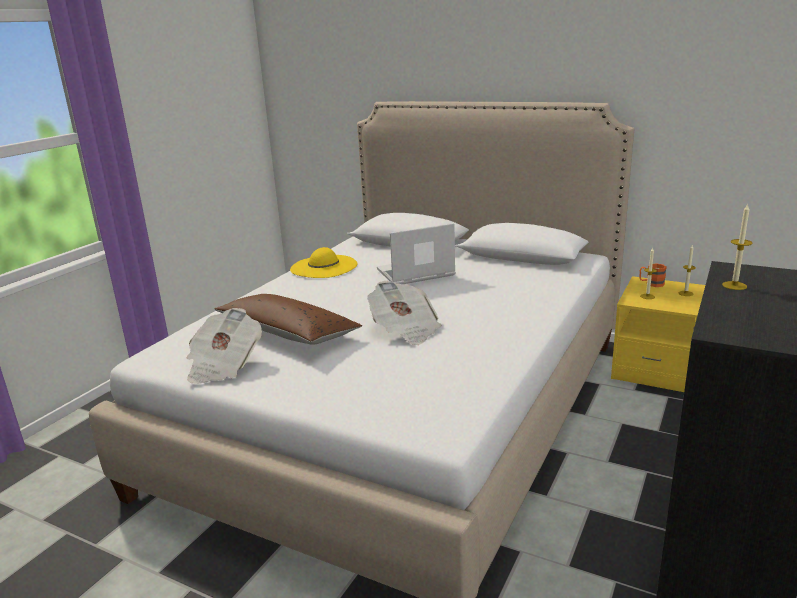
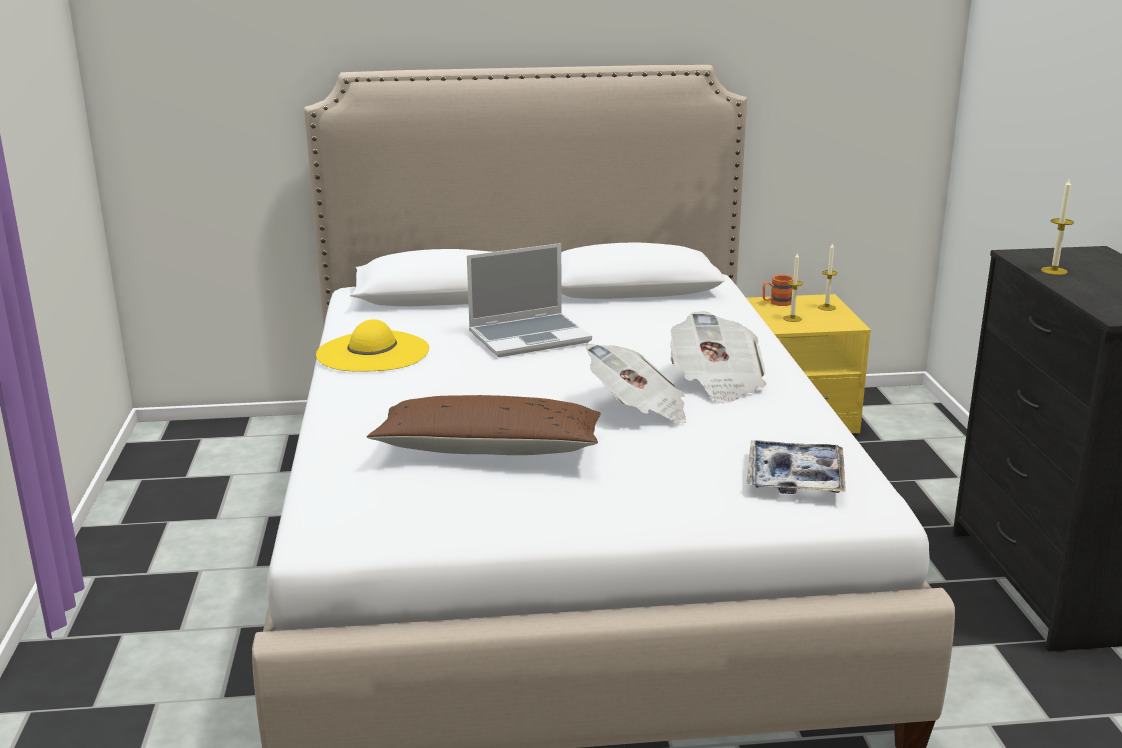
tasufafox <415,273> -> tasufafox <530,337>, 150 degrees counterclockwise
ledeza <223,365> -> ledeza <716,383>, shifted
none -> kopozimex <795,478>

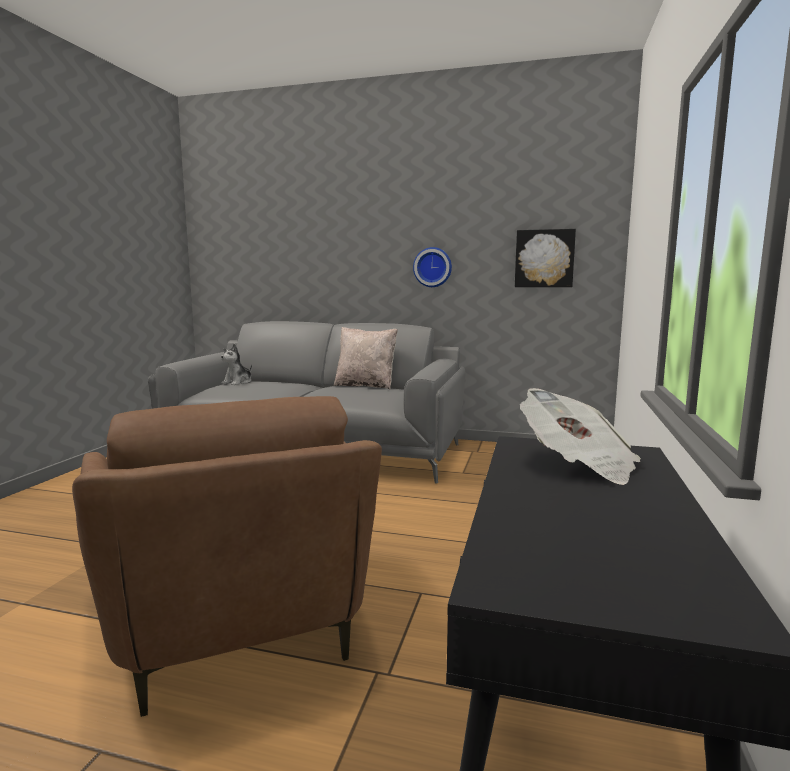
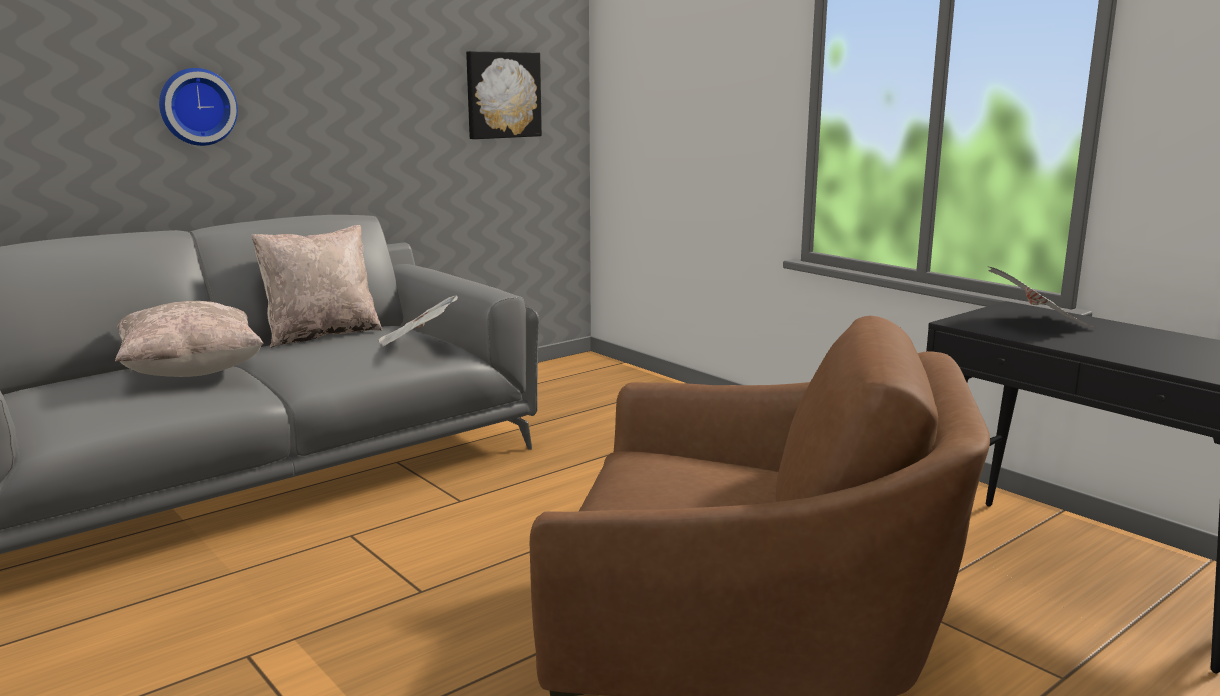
none -> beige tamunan <192,372>
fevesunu <433,267> -> fevesunu <196,107>, shifted
none -> ledeza <417,343>
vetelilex <238,382> -> none

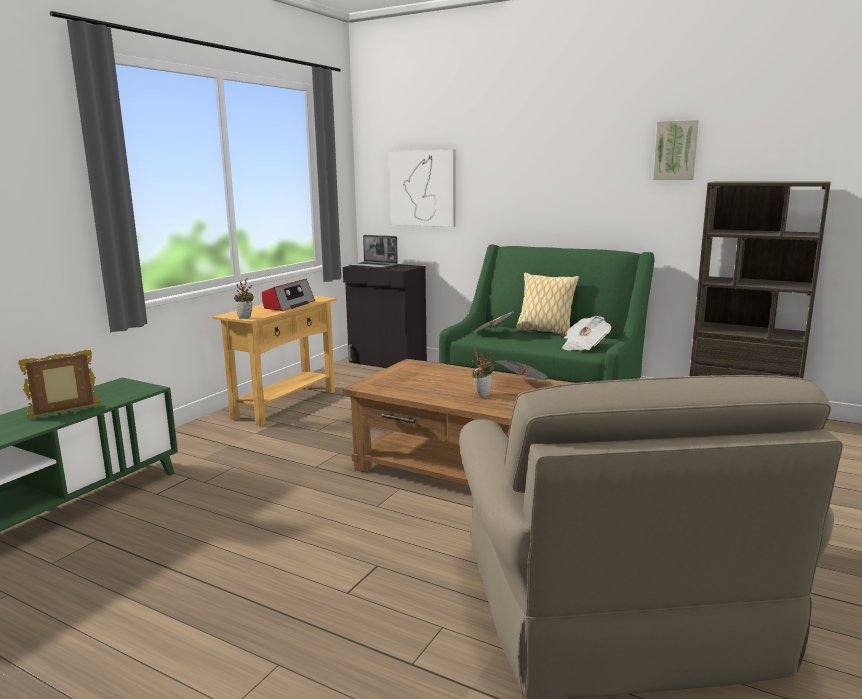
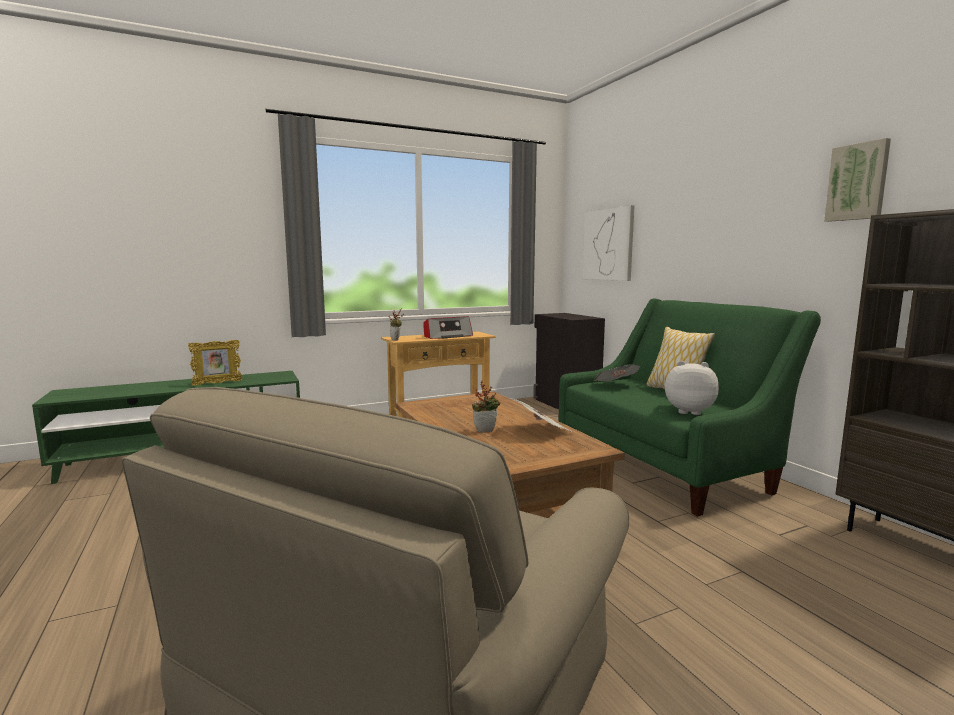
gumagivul <65,412> -> gumagivul <217,383>, 150 degrees clockwise
ledeza <584,346> -> vetelilex <688,411>
tasufafox <374,266> -> none

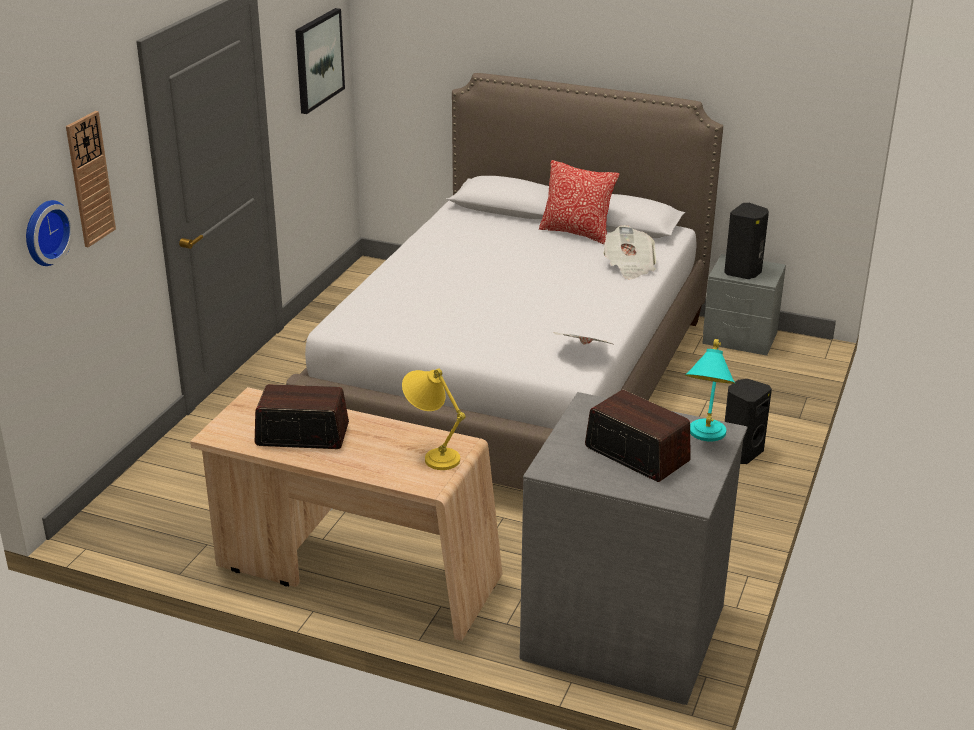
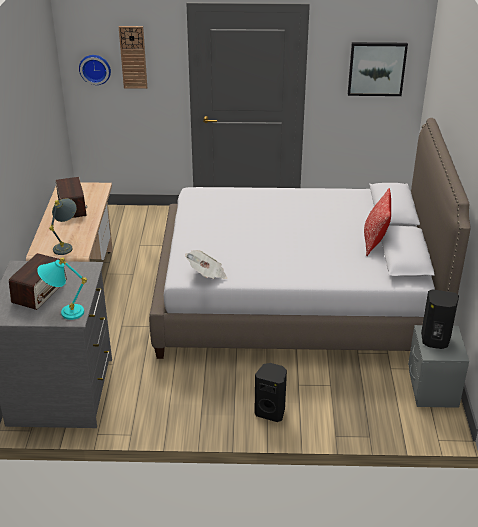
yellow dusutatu <432,455> -> grey dusutatu <66,245>
ledeza <629,266> -> none

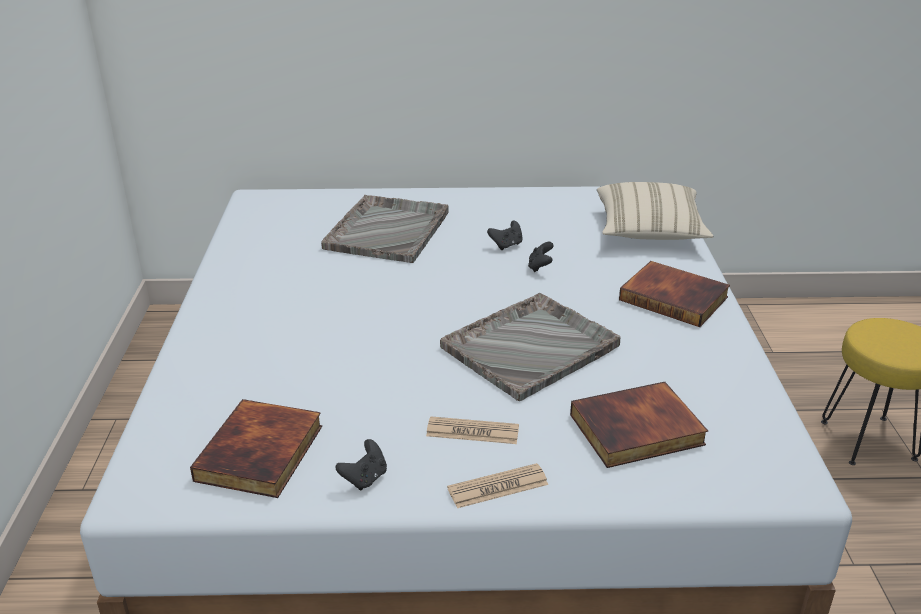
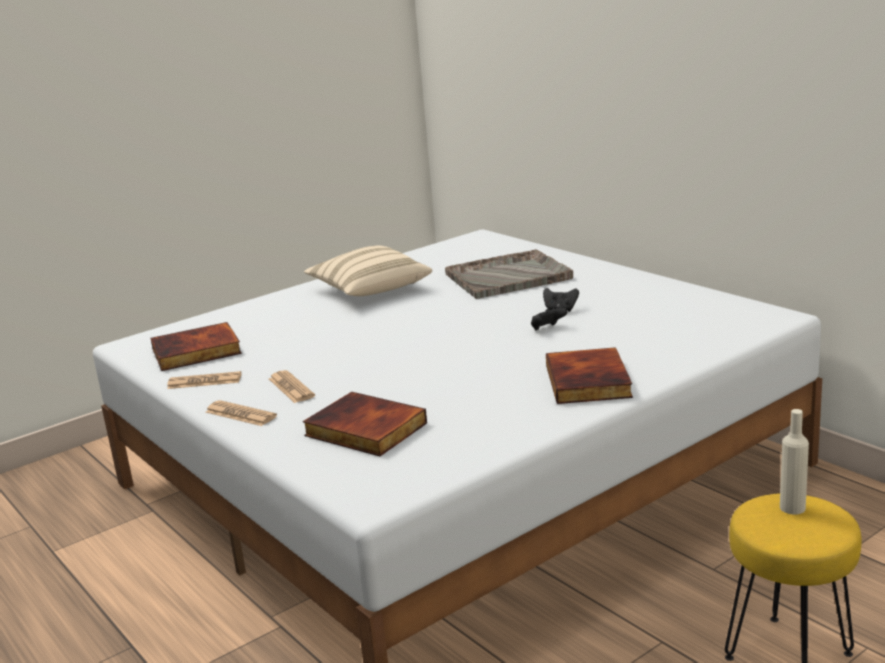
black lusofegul <365,478> -> ledeza <204,381>
beige tamunan <649,231> -> beige tamunan <369,290>, shifted
none -> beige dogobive <792,508>
grey kopozimex <531,346> -> none

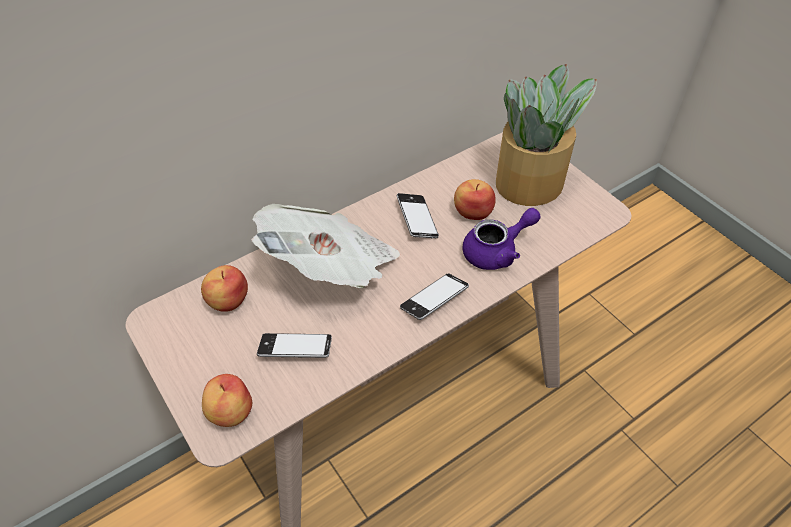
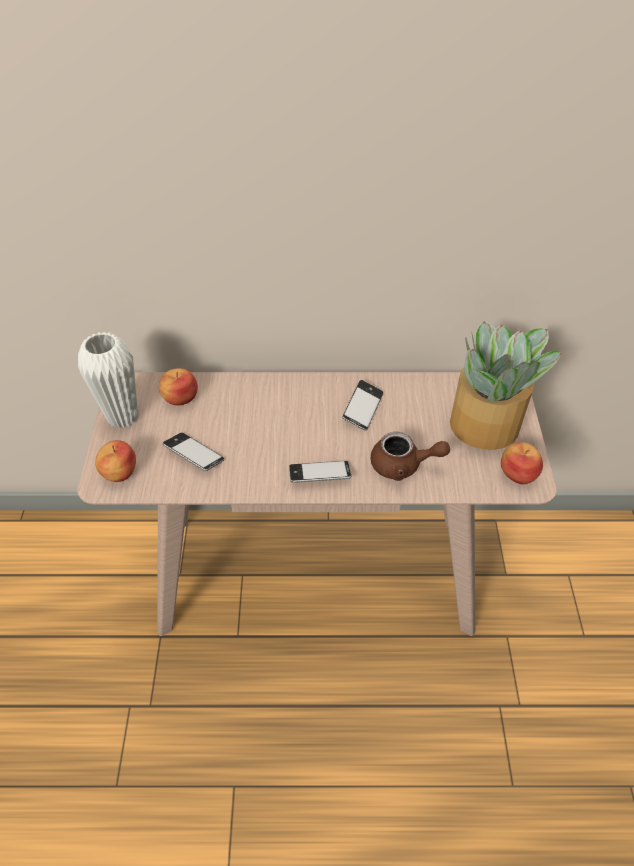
none -> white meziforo <122,417>
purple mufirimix <497,251> -> brown mufirimix <403,465>
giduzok <473,212> -> giduzok <518,473>, shifted
ledeza <331,268> -> none

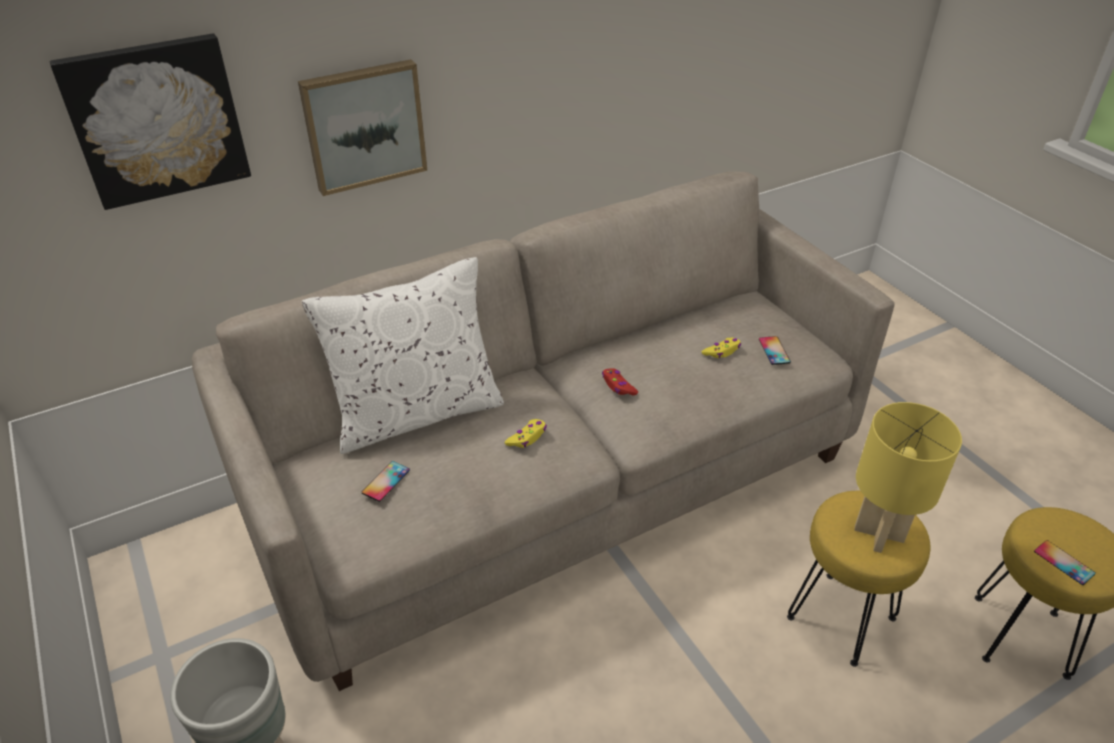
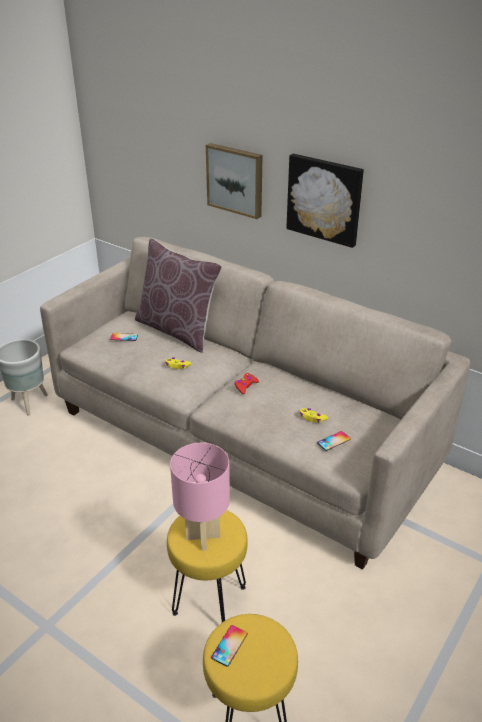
white tamunan <417,413> -> brown tamunan <177,330>
yellow dusutatu <879,535> -> pink dusutatu <202,537>
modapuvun <156,120> -> modapuvun <325,199>, shifted

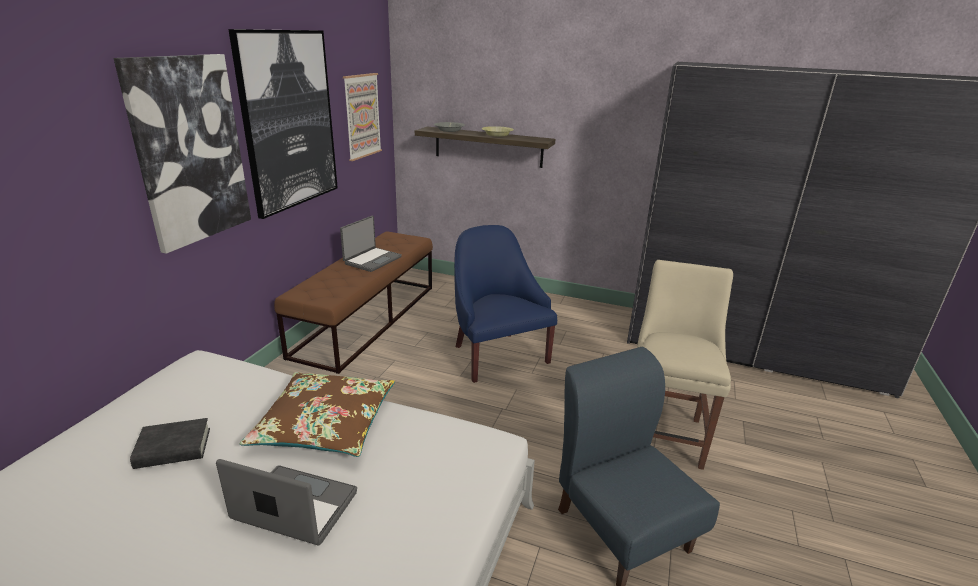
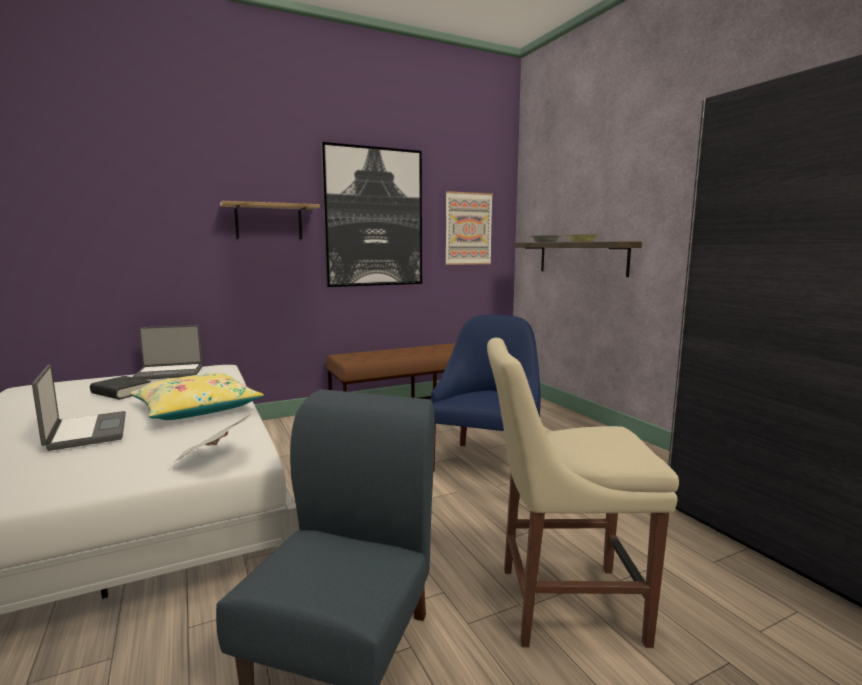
brown tamunan <325,424> -> yellow tamunan <197,409>
tasufafox <372,260> -> tasufafox <169,373>, shifted
none -> ledeza <212,459>
modapuvun <189,151> -> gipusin <269,221>
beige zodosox <664,432> -> beige zodosox <561,603>, 150 degrees counterclockwise

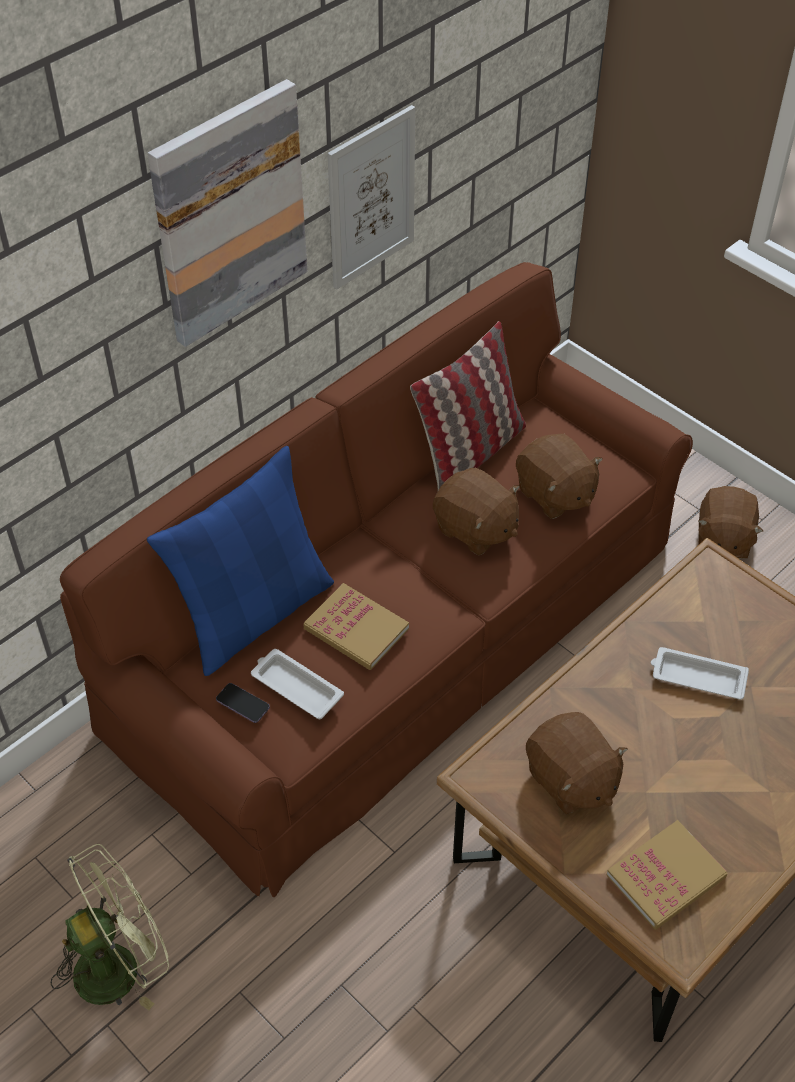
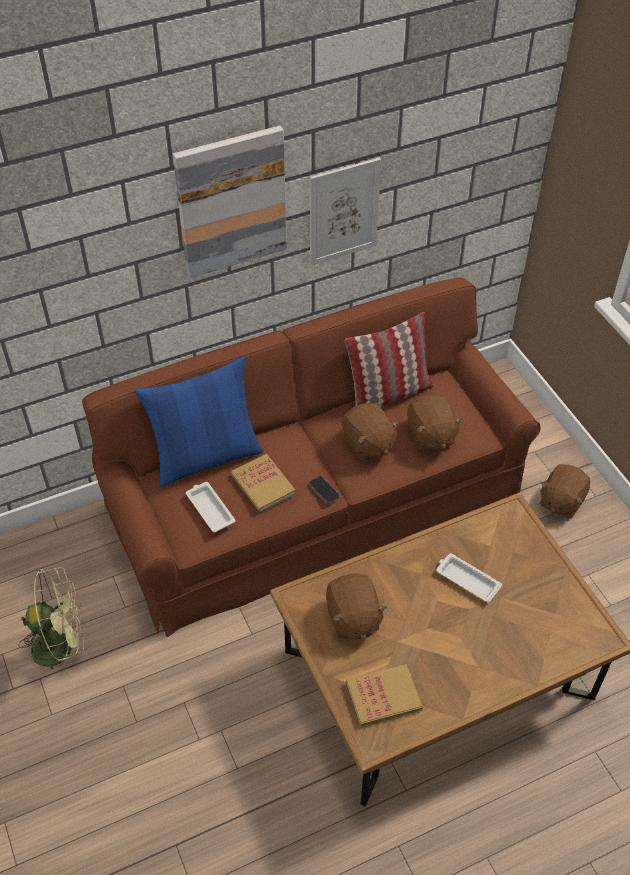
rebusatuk <242,704> -> rebusatuk <324,490>, shifted

